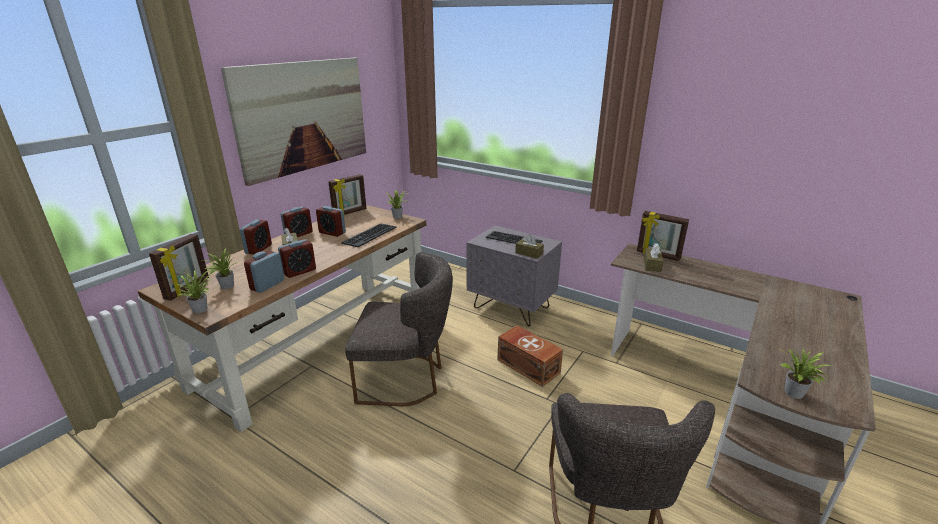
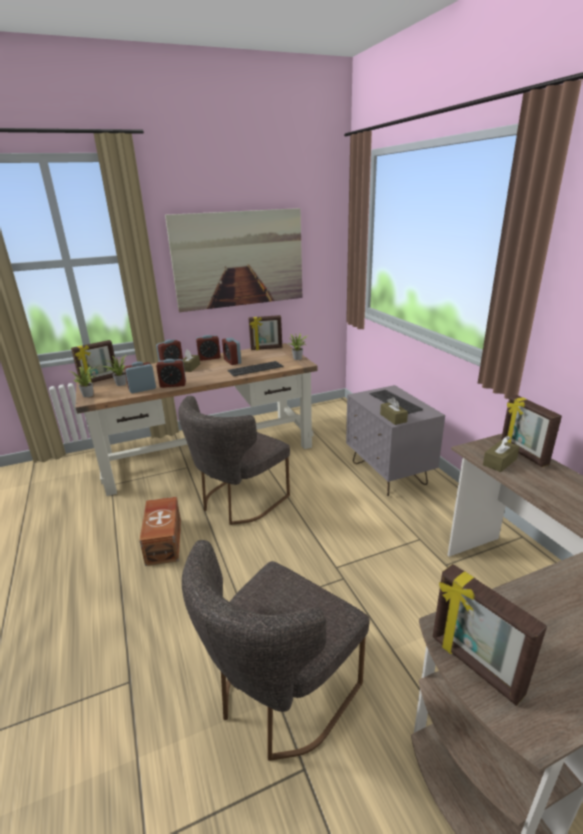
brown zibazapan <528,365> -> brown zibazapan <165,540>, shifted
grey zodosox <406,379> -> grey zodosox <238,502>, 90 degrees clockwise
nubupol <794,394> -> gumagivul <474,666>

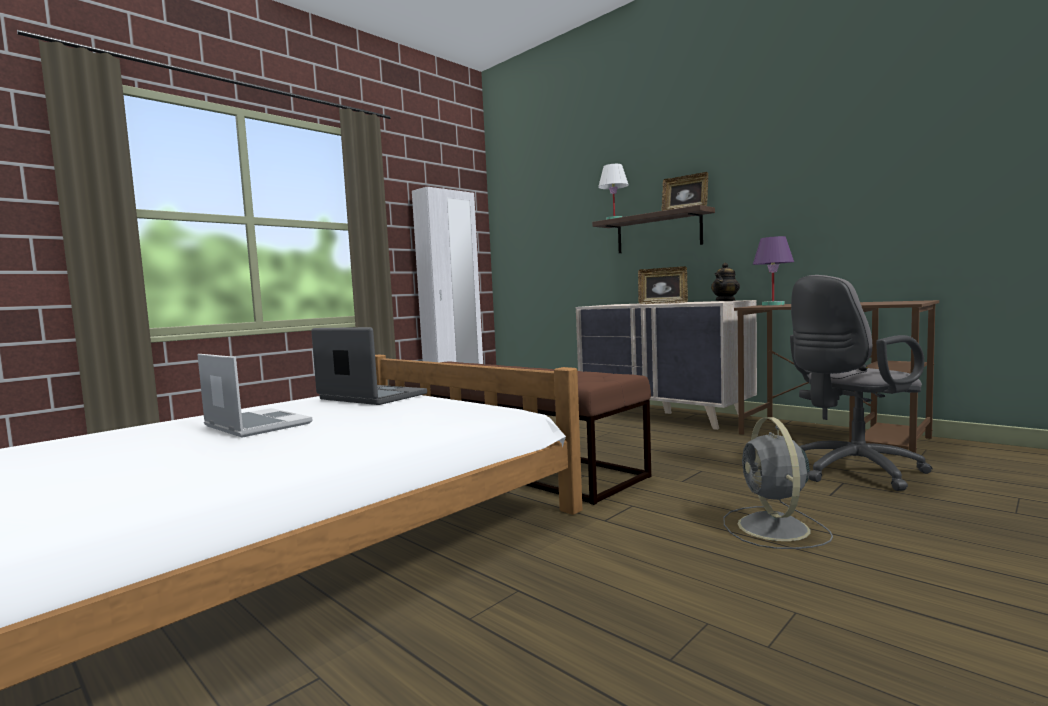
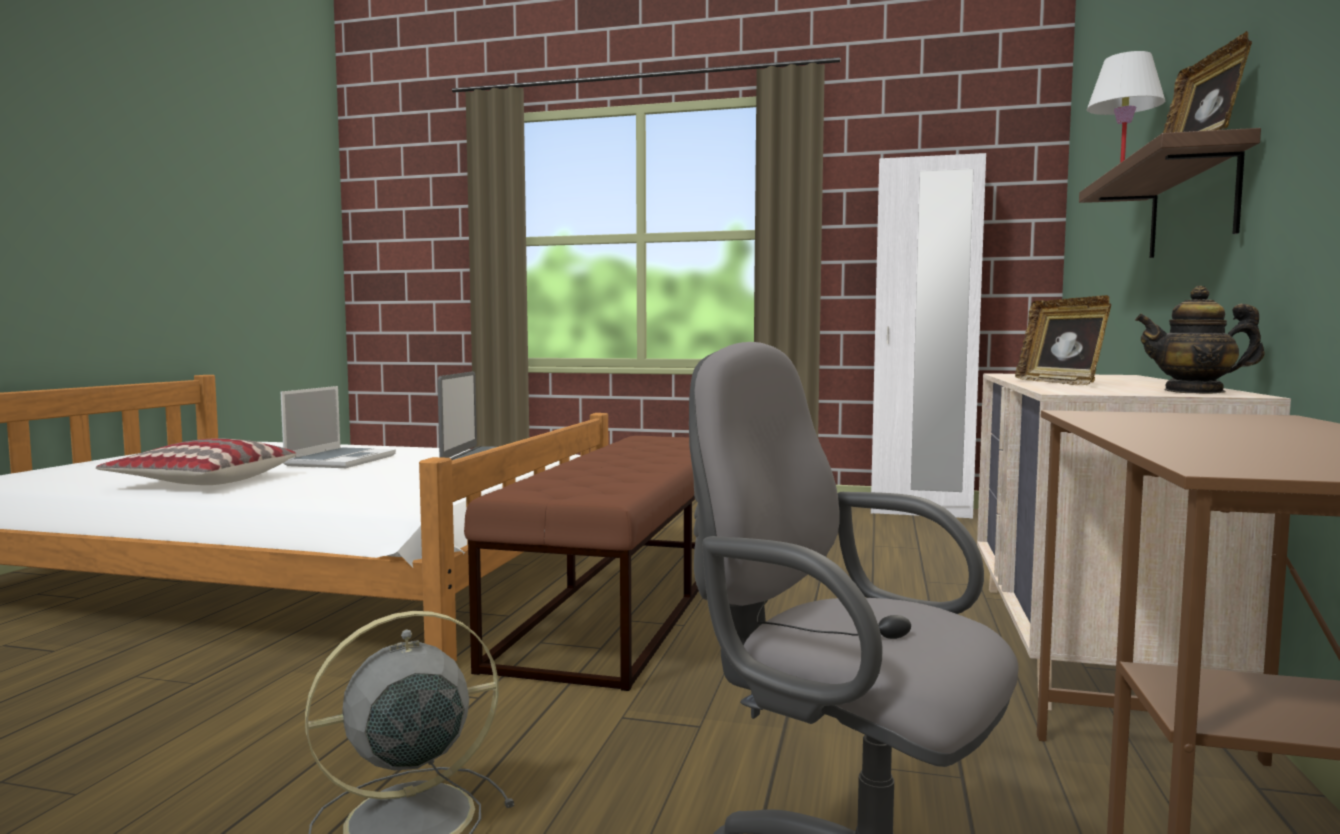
none -> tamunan <201,481>
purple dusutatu <773,305> -> none

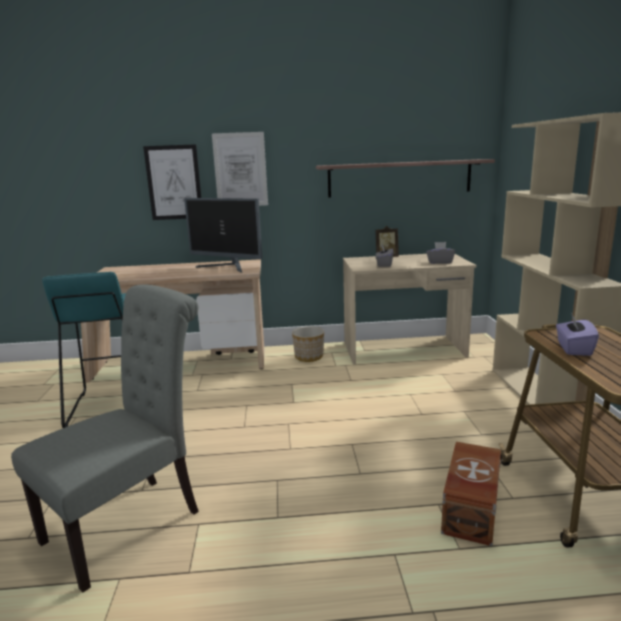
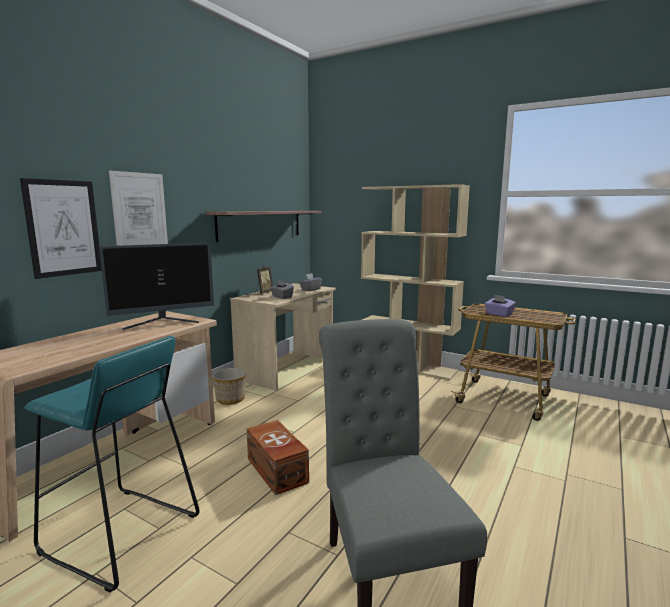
brown zibazapan <469,509> -> brown zibazapan <276,471>, shifted

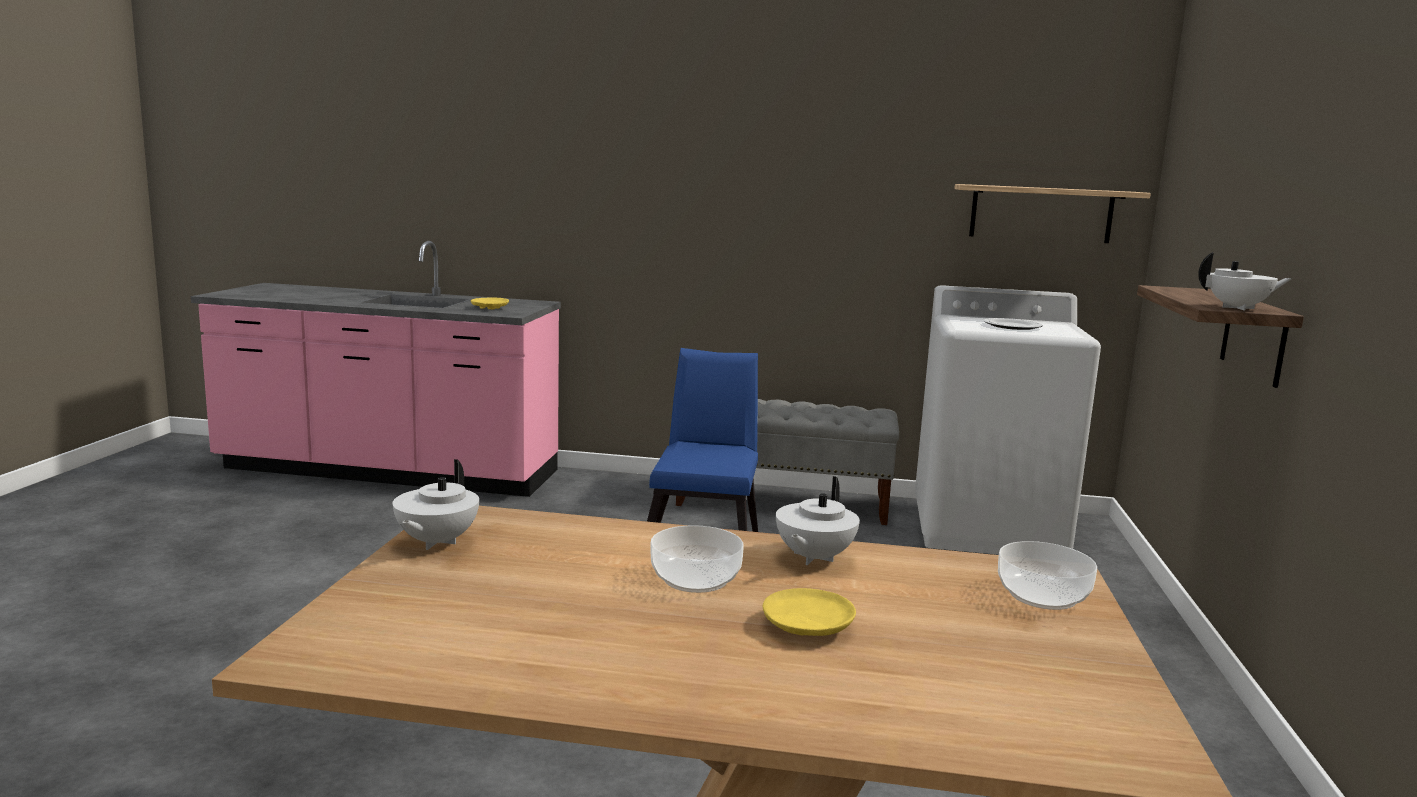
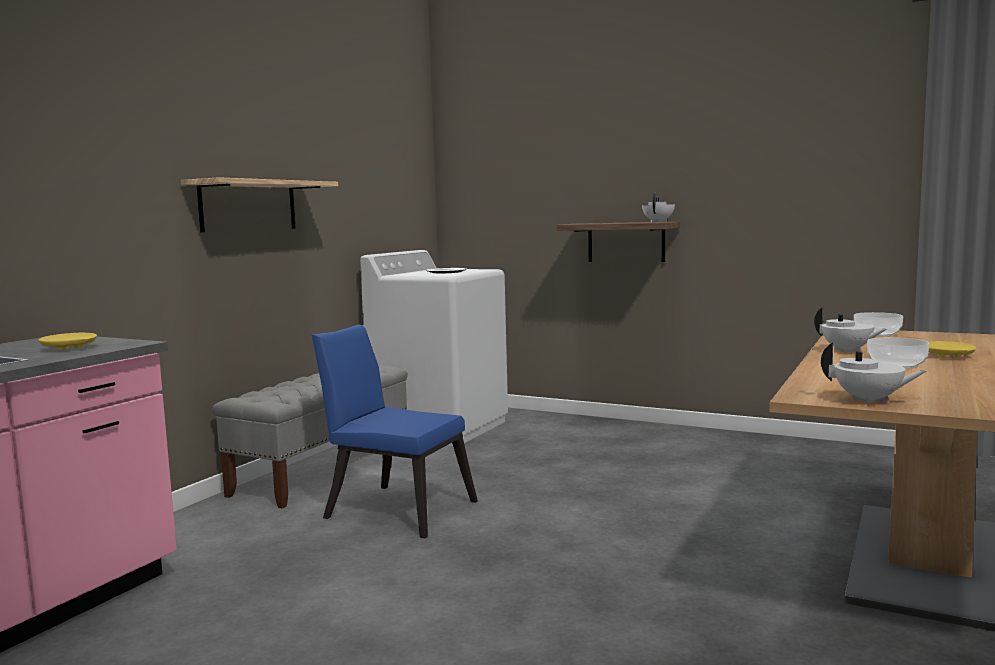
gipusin <1041,213> -> gipusin <248,206>, shifted

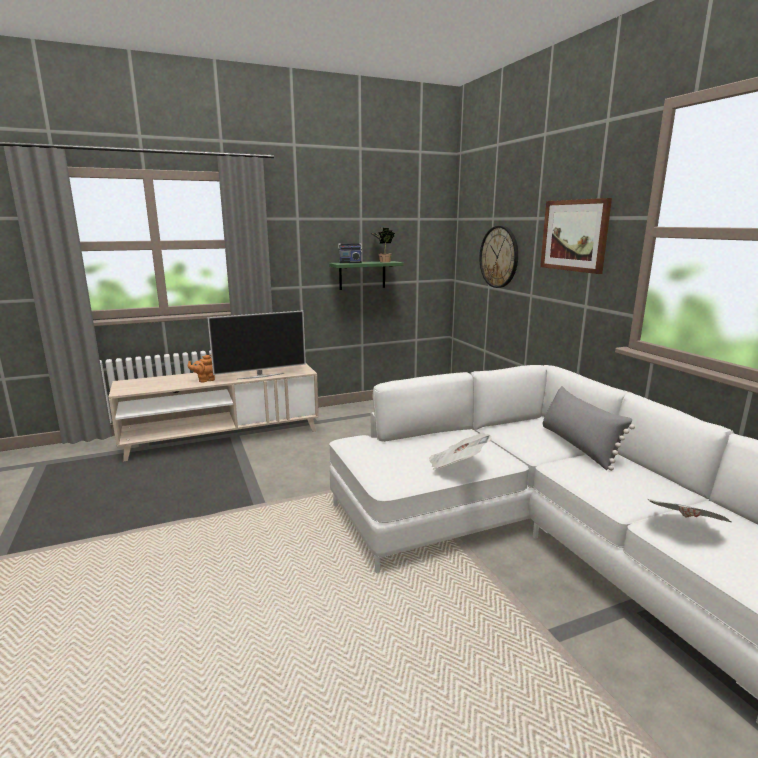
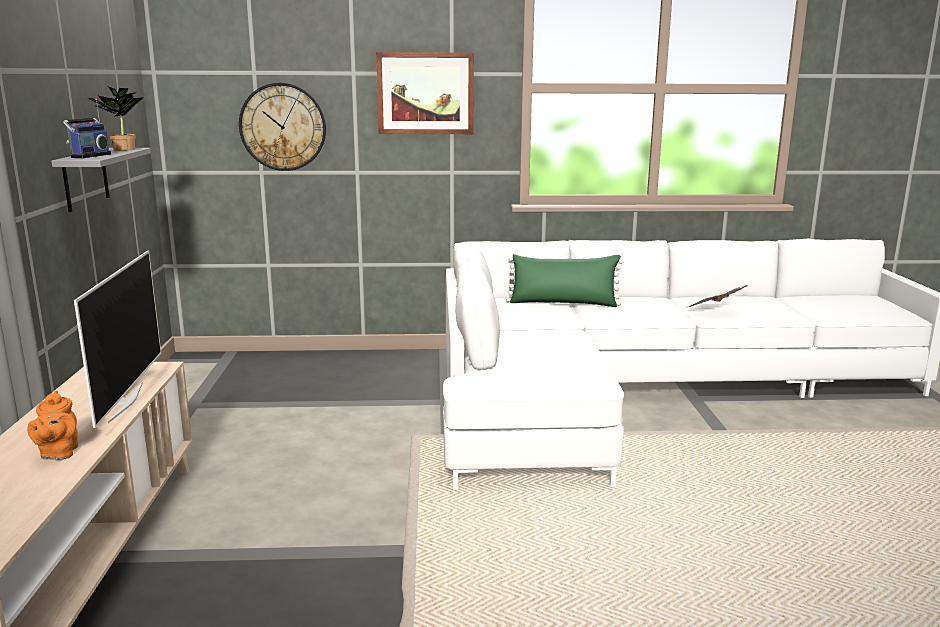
green gipusin <362,275> -> grey gipusin <85,179>
grey tamunan <578,446> -> green tamunan <563,303>
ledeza <457,465> -> none

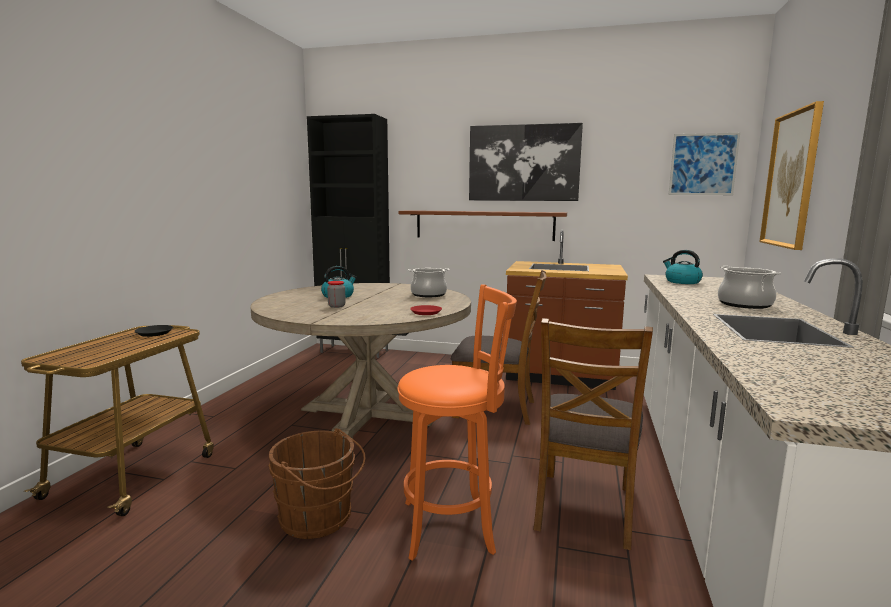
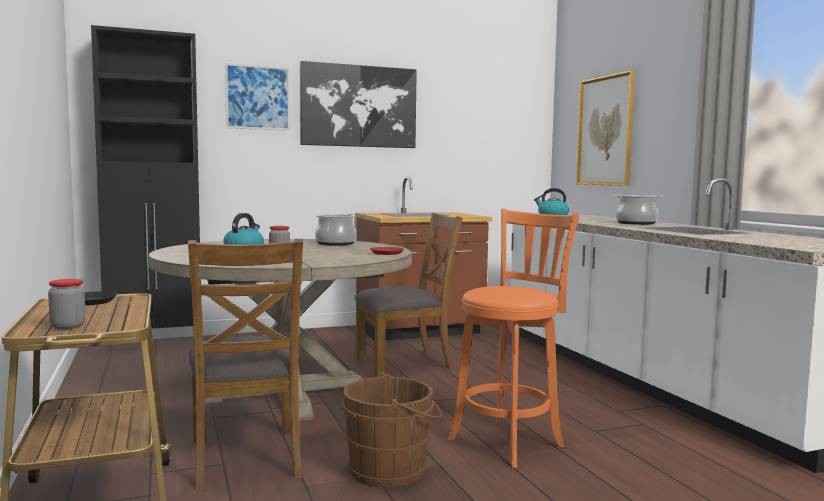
none -> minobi <68,326>
brown zodosox <584,507> -> brown zodosox <247,457>, shifted
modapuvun <703,164> -> modapuvun <258,97>, shifted
brown gipusin <484,225> -> none

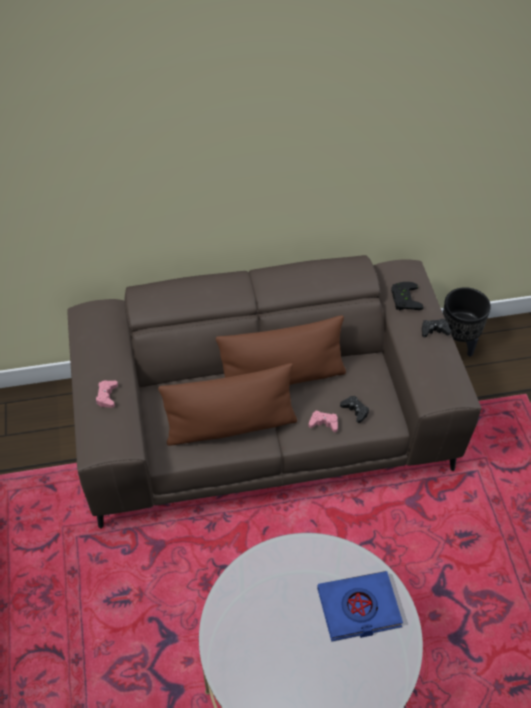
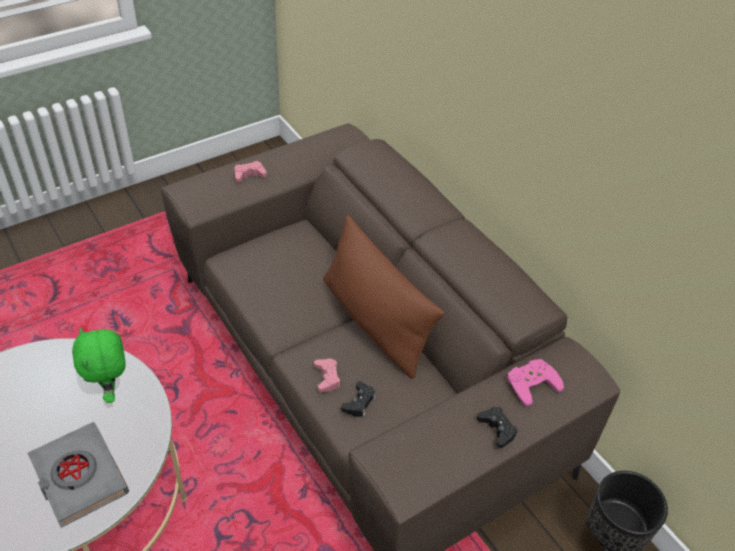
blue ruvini <358,608> -> grey ruvini <79,477>
none -> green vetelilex <111,390>
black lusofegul <403,299> -> pink lusofegul <531,381>
brown tamunan <231,426> -> none

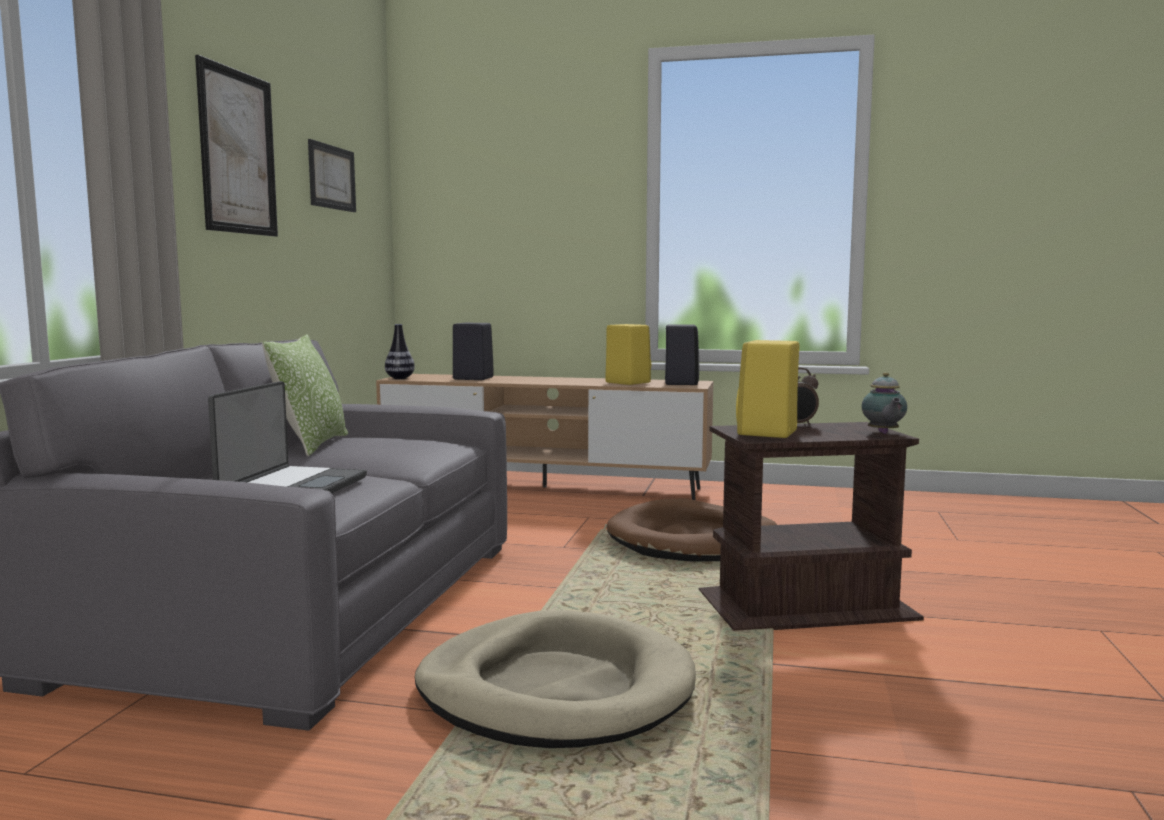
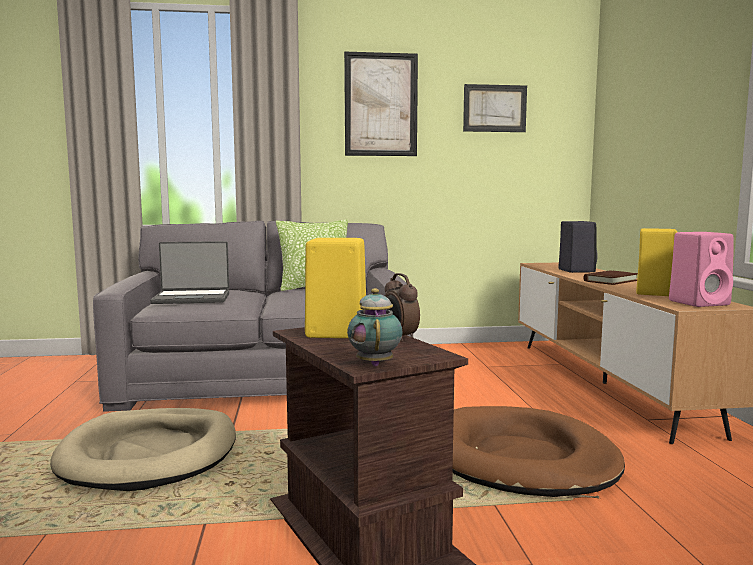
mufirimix <883,433> -> mufirimix <375,363>, 105 degrees clockwise
none -> brown ruvini <610,281>
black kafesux <680,383> -> pink kafesux <700,303>
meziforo <399,378> -> none

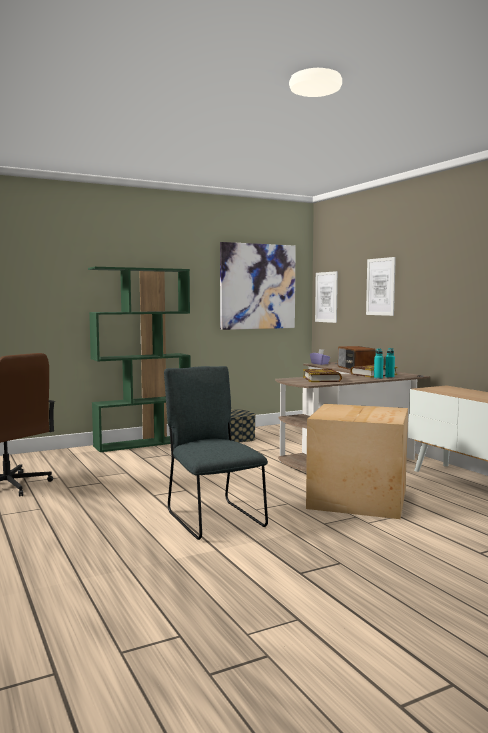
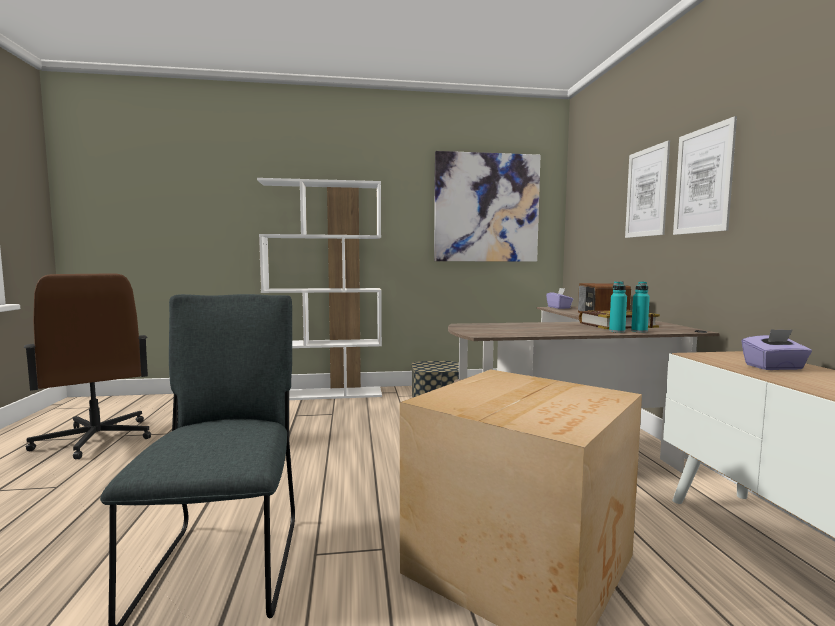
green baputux <143,443> -> white baputux <325,394>
modapuvun <326,297> -> modapuvun <703,180>, shifted
none -> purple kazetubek <774,367>
ruvini <322,379> -> none

